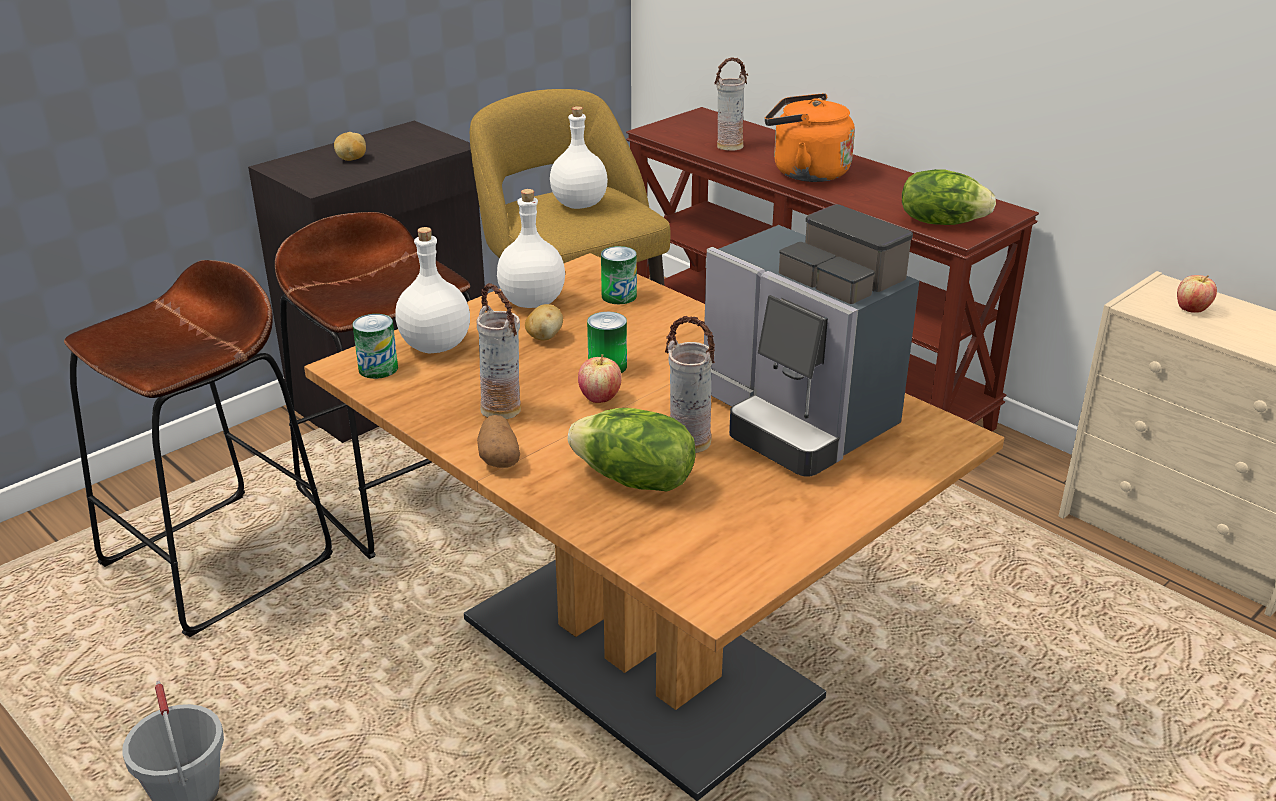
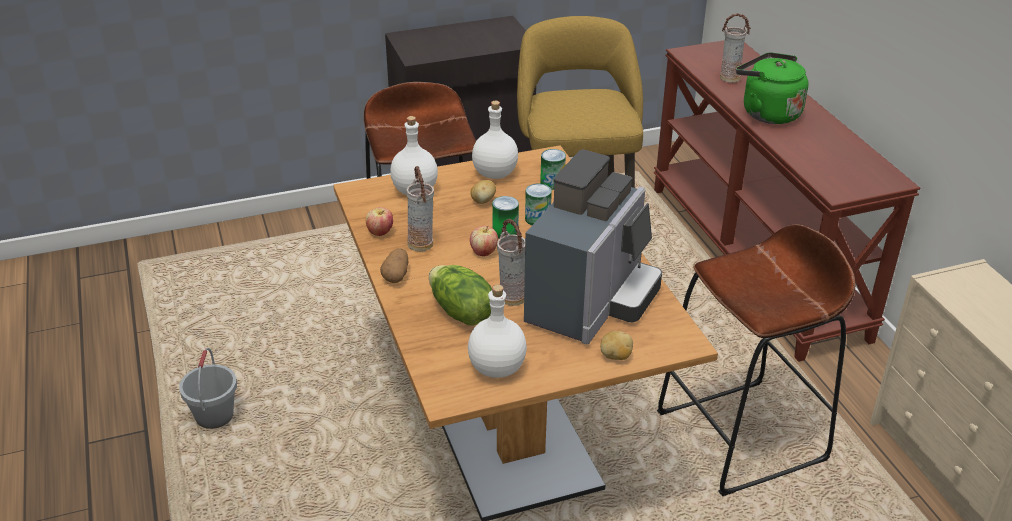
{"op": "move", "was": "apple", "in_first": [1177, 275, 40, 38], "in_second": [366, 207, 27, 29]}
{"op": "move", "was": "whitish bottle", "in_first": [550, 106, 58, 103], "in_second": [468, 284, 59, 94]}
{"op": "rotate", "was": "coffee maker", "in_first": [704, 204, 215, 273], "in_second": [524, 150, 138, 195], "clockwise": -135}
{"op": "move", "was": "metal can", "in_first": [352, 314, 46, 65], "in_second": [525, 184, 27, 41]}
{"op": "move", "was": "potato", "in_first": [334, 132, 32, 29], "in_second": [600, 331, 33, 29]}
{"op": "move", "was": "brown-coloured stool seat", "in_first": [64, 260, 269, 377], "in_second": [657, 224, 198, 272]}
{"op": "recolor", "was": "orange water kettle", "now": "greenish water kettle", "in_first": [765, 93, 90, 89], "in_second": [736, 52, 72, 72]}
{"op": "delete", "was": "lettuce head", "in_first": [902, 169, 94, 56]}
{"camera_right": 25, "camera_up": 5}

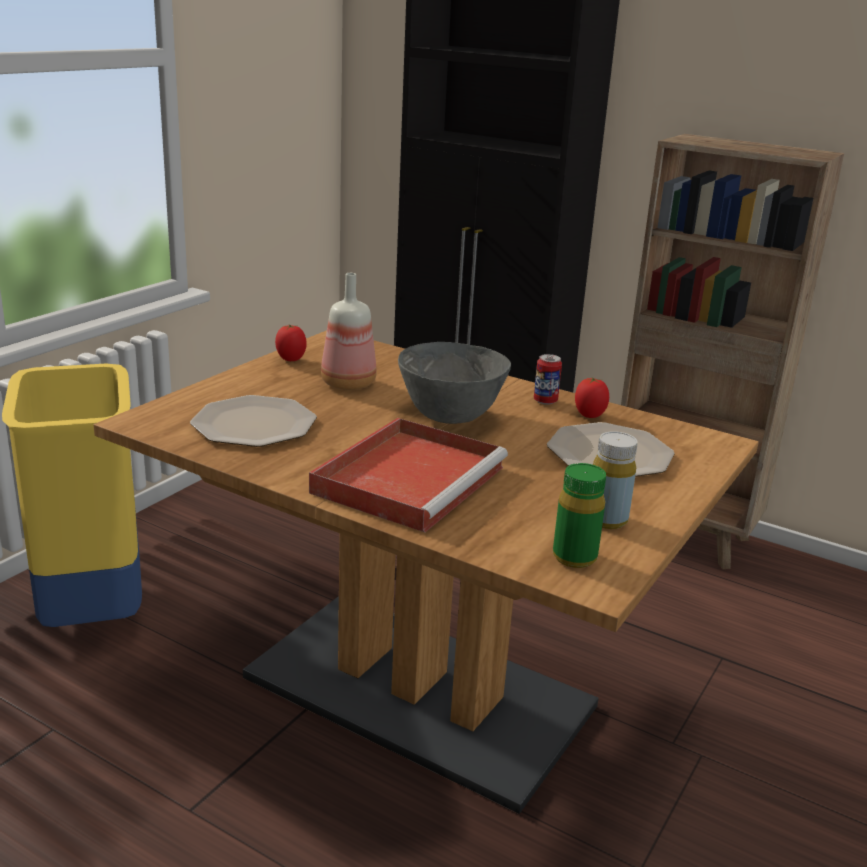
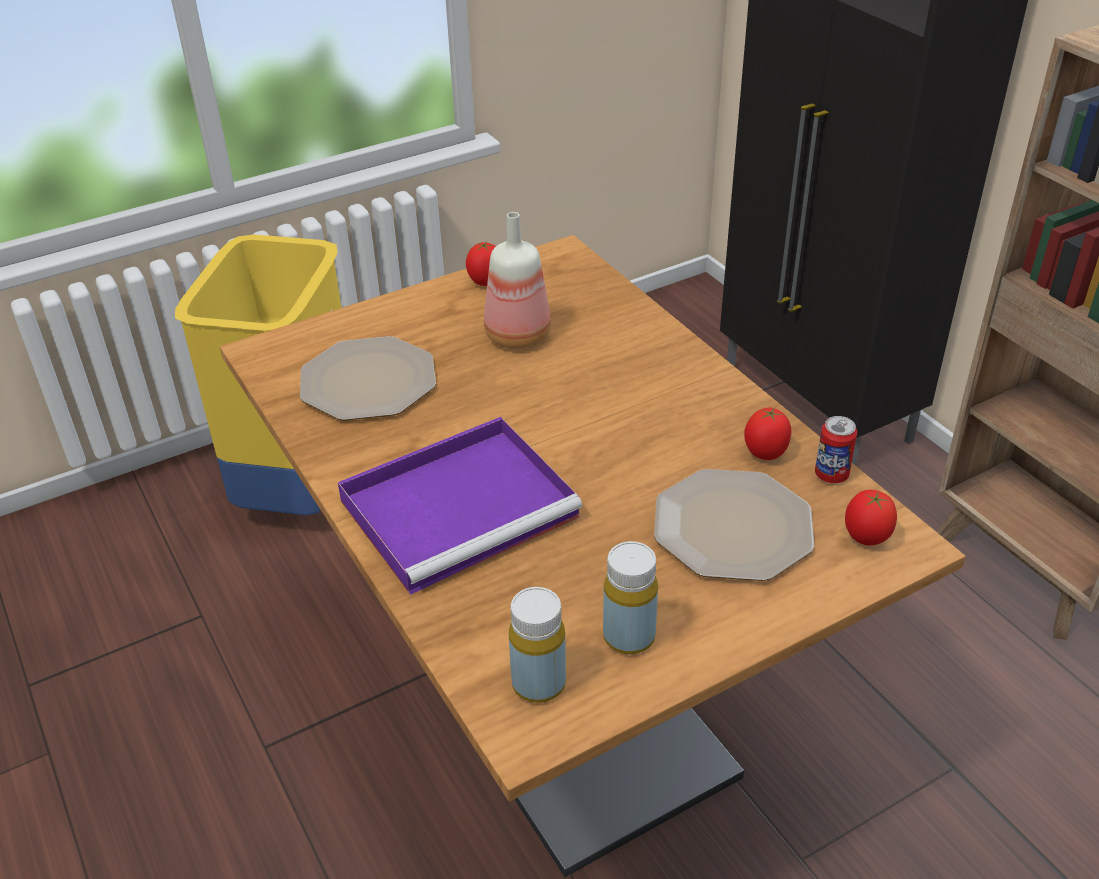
{"op": "recolor", "was": "red-coloured serving tray", "now": "purplish serving tray", "in_first": [309, 418, 199, 114], "in_second": [338, 417, 245, 178]}
{"op": "recolor", "was": "greenish bottle", "now": "yellowish bottle", "in_first": [553, 463, 53, 105], "in_second": [509, 587, 57, 116]}
{"op": "move", "was": "metal can", "in_first": [534, 354, 28, 51], "in_second": [815, 416, 42, 67]}
{"op": "insert", "now": "tomato", "in_second": [845, 490, 52, 56]}
{"op": "delete", "was": "gray deep dish", "in_first": [398, 342, 113, 82]}
{"camera_right": 30, "camera_up": 15}

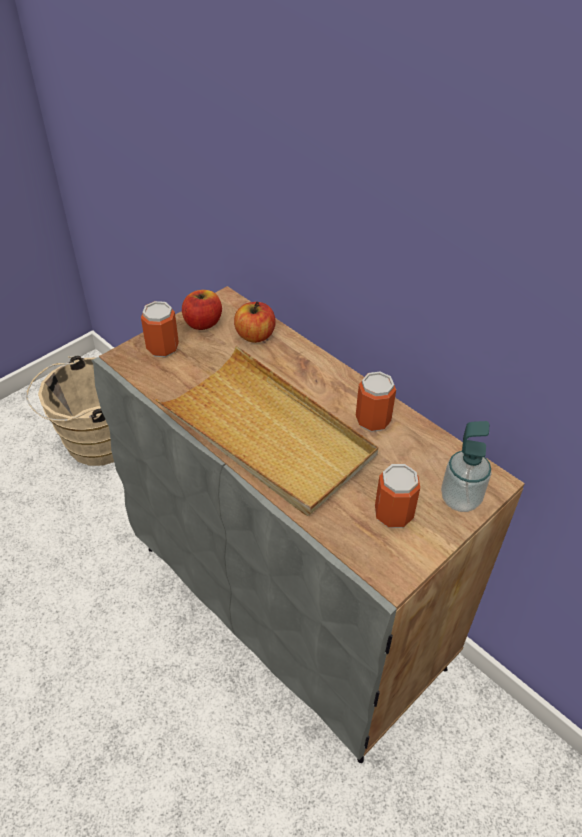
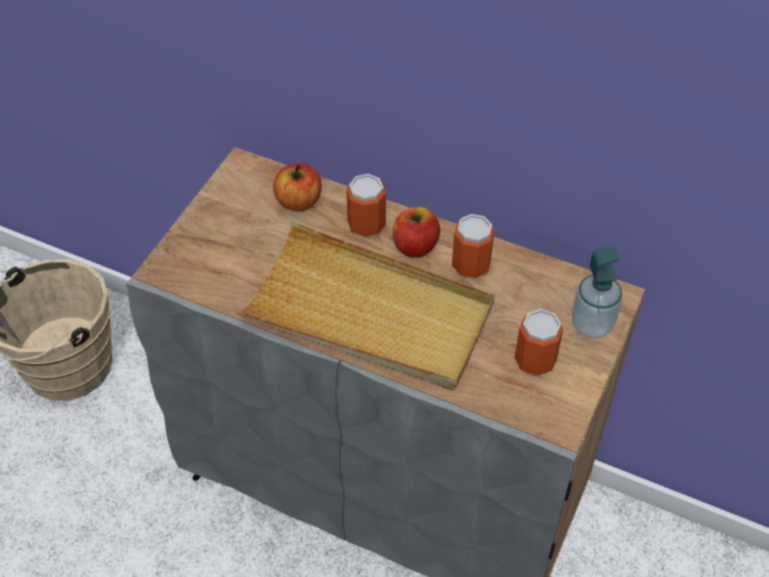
{"op": "move", "was": "metal can", "in_first": [141, 301, 38, 56], "in_second": [346, 174, 40, 64]}
{"op": "move", "was": "apple", "in_first": [182, 290, 40, 40], "in_second": [393, 207, 47, 51]}
{"camera_right": -20, "camera_up": 5}

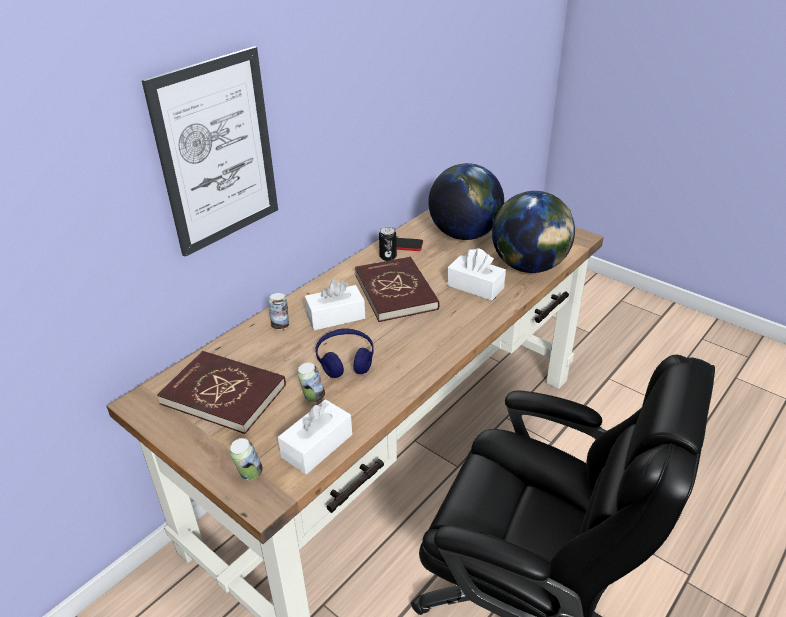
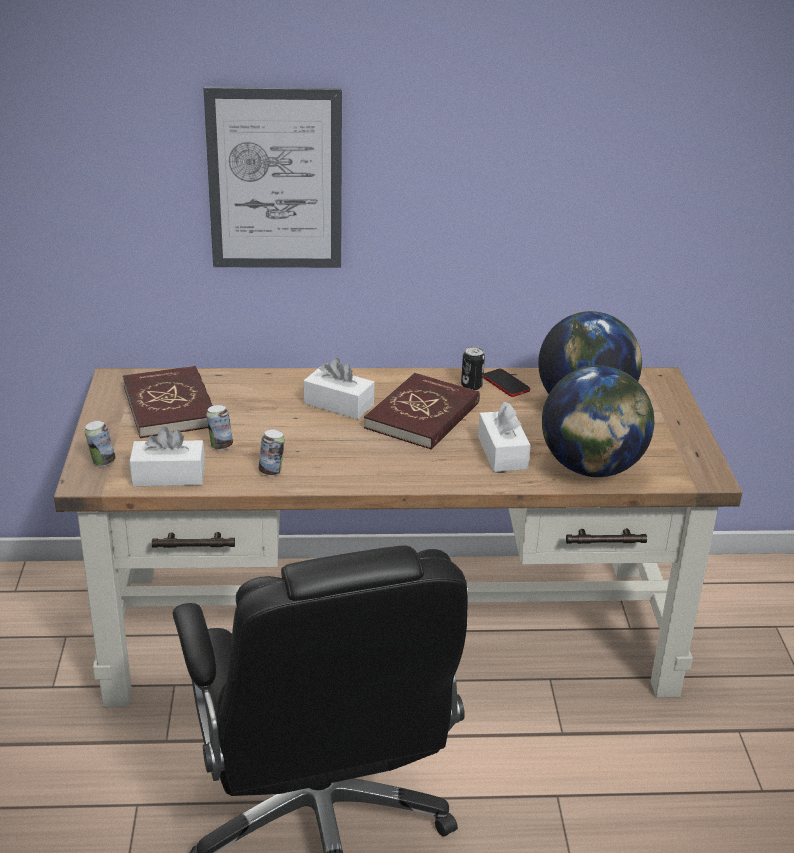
{"op": "move", "was": "metal can", "in_first": [268, 293, 21, 37], "in_second": [258, 429, 27, 47]}
{"op": "delete", "was": "bluish headset", "in_first": [315, 328, 59, 50]}
{"camera_right": 45, "camera_up": -5}

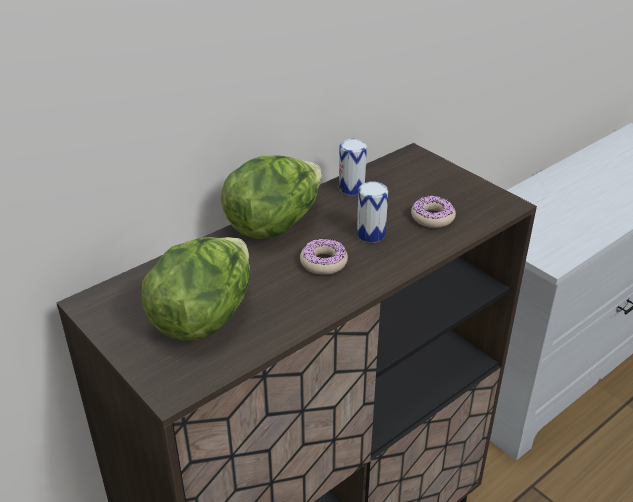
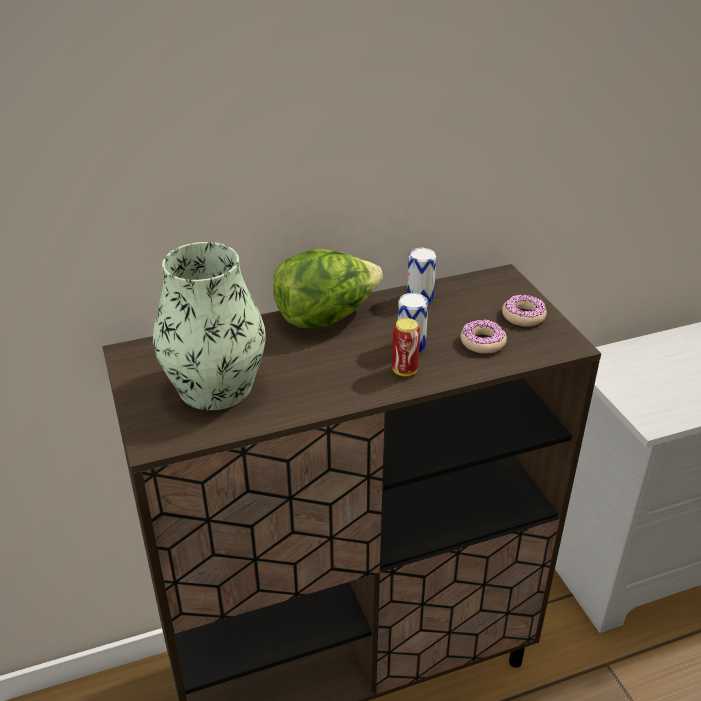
{"op": "replace", "was": "lettuce head", "now": "flower vase", "in_first": [142, 237, 108, 104], "in_second": [153, 242, 113, 168]}
{"op": "insert", "now": "metal can", "in_second": [392, 318, 28, 58]}
{"op": "move", "was": "doughnut", "in_first": [300, 238, 48, 37], "in_second": [502, 294, 45, 32]}
{"camera_right": 20, "camera_up": 0}

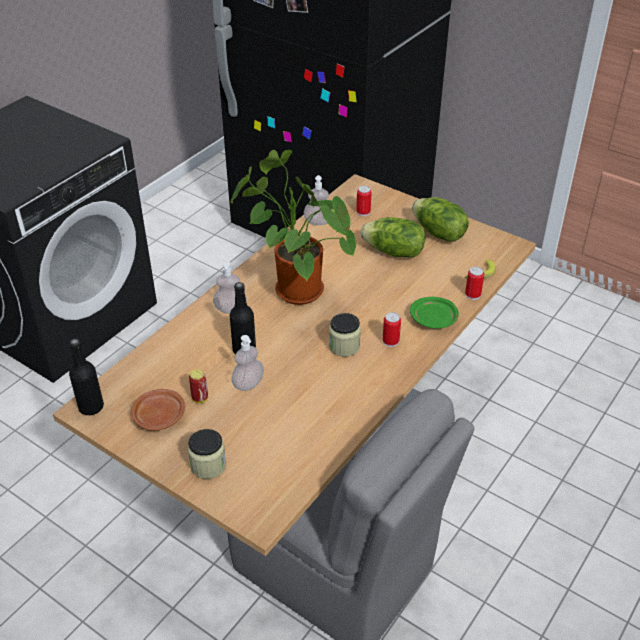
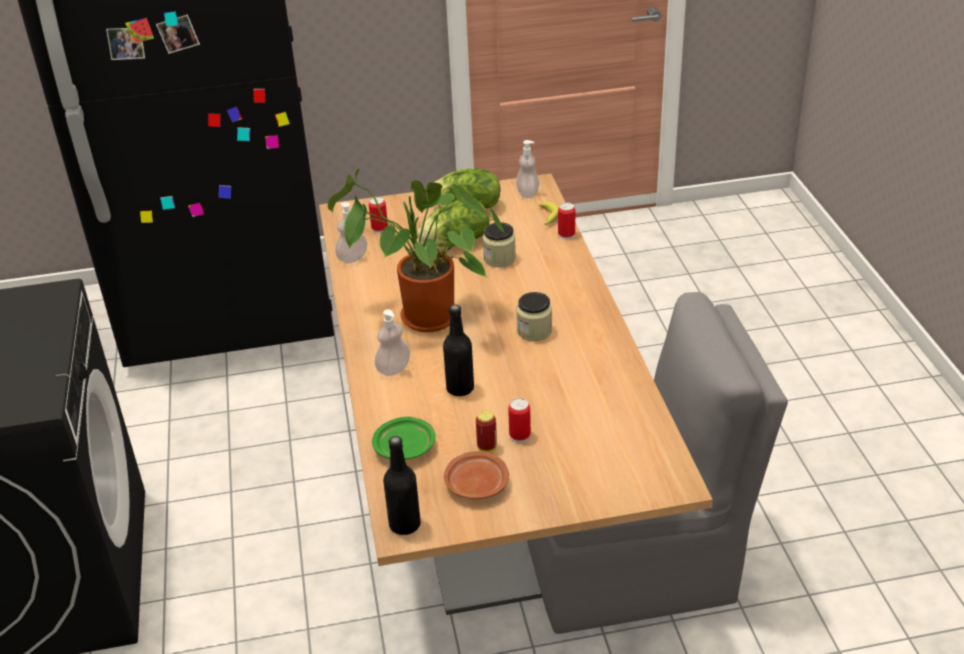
{"op": "move", "was": "greenish dinner plate", "in_first": [410, 297, 49, 31], "in_second": [372, 417, 64, 43]}
{"op": "move", "was": "preserve jar", "in_first": [188, 429, 38, 50], "in_second": [483, 222, 33, 45]}
{"op": "move", "was": "metal can", "in_first": [383, 312, 18, 35], "in_second": [508, 398, 23, 45]}
{"op": "move", "was": "soap dispenser", "in_first": [231, 335, 33, 56], "in_second": [516, 140, 23, 58]}
{"camera_right": -45, "camera_up": -5}

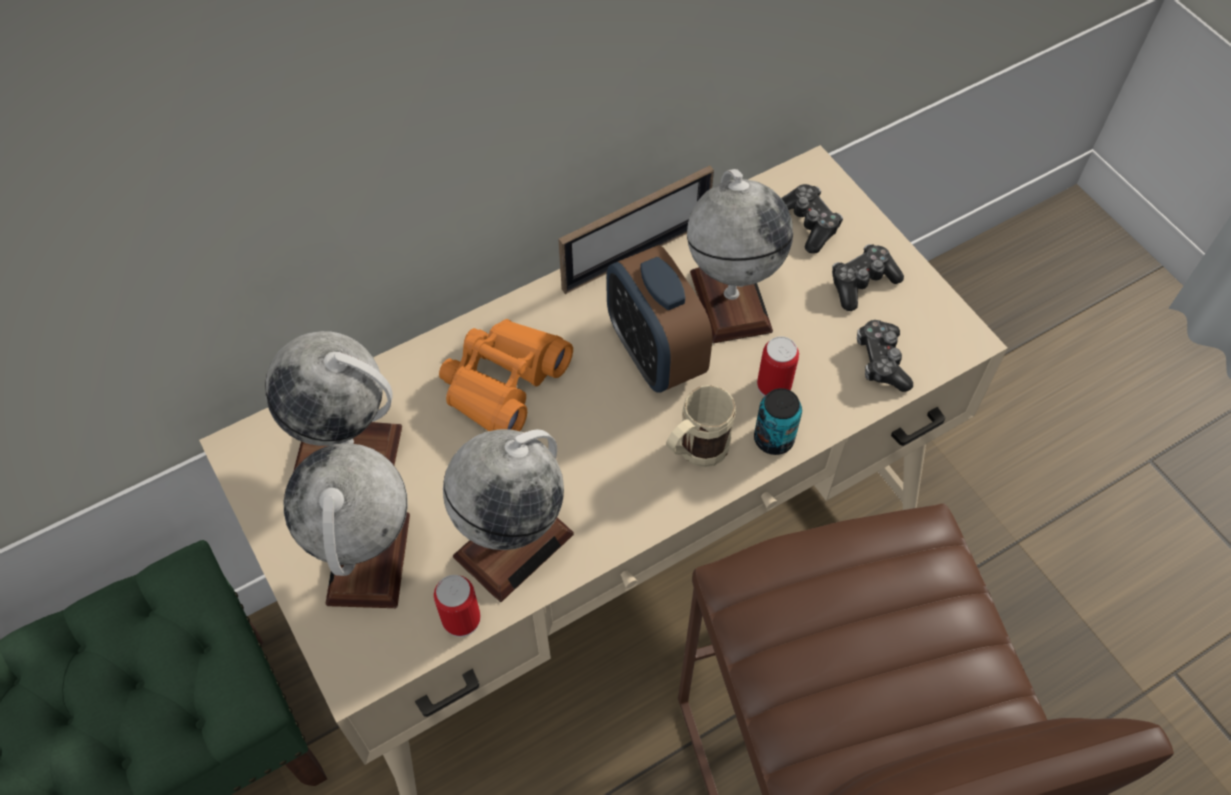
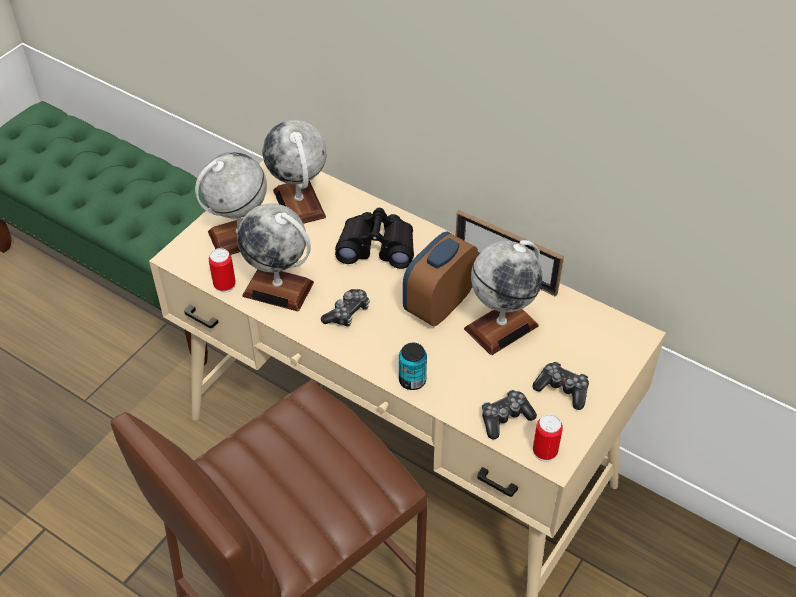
{"op": "move", "was": "joypad", "in_first": [781, 184, 62, 70], "in_second": [321, 289, 49, 38]}
{"op": "recolor", "was": "orange pair of binoculars", "now": "blackish pair of binoculars", "in_first": [439, 319, 134, 112], "in_second": [335, 208, 79, 61]}
{"op": "move", "was": "metal can", "in_first": [757, 336, 42, 61], "in_second": [533, 414, 30, 48]}
{"op": "delete", "was": "sand-coloured coffee mug", "in_first": [666, 385, 70, 82]}
{"camera_right": 65, "camera_up": -10}

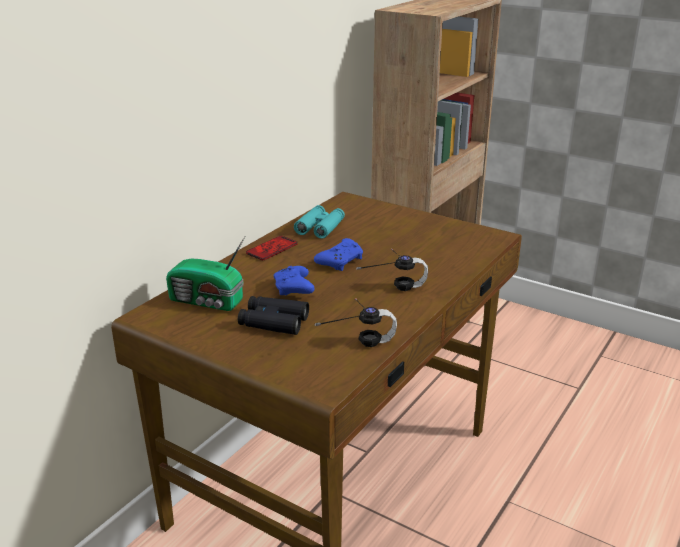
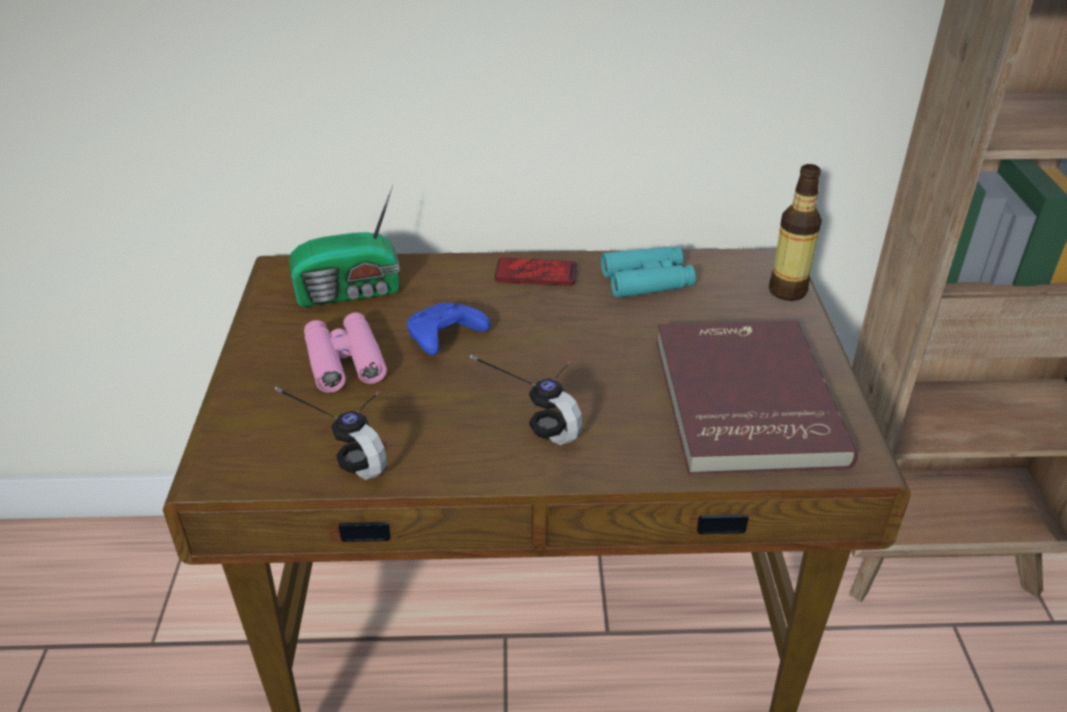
{"op": "rotate", "was": "radio receiver", "in_first": [166, 236, 79, 75], "in_second": [289, 184, 111, 123], "clockwise": -90}
{"op": "recolor", "was": "blackish pair of binoculars", "now": "pinkish pair of binoculars", "in_first": [238, 296, 71, 39], "in_second": [304, 312, 83, 81]}
{"op": "insert", "now": "red-coloured book", "in_second": [656, 320, 202, 155]}
{"op": "insert", "now": "bottle", "in_second": [769, 164, 53, 137]}
{"op": "delete", "was": "bluish joypad", "in_first": [314, 238, 49, 33]}
{"camera_right": 55, "camera_up": 10}

